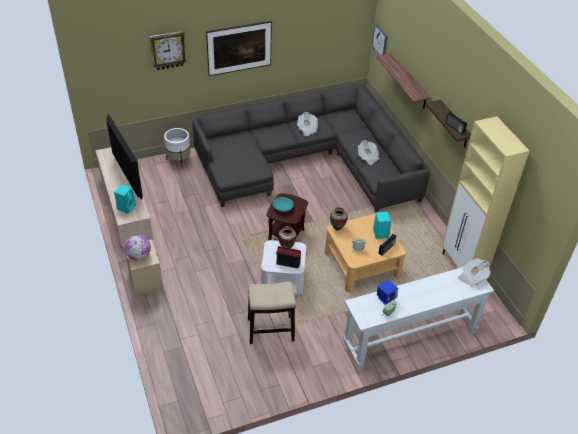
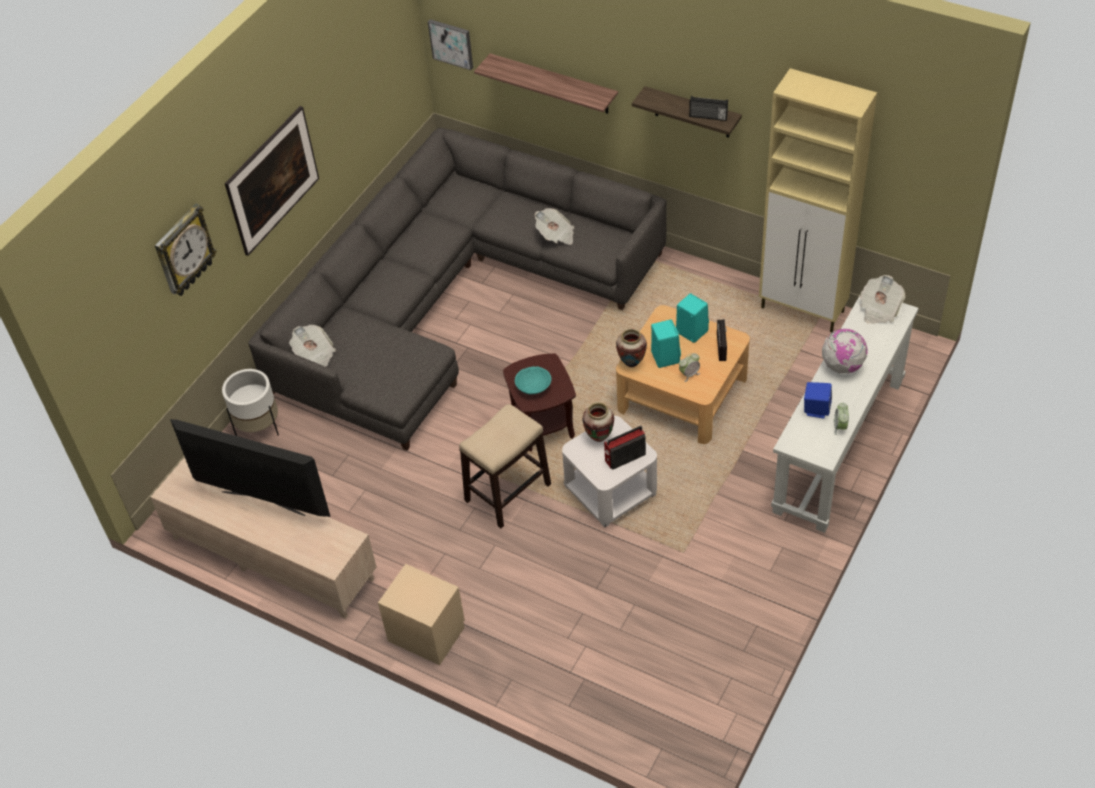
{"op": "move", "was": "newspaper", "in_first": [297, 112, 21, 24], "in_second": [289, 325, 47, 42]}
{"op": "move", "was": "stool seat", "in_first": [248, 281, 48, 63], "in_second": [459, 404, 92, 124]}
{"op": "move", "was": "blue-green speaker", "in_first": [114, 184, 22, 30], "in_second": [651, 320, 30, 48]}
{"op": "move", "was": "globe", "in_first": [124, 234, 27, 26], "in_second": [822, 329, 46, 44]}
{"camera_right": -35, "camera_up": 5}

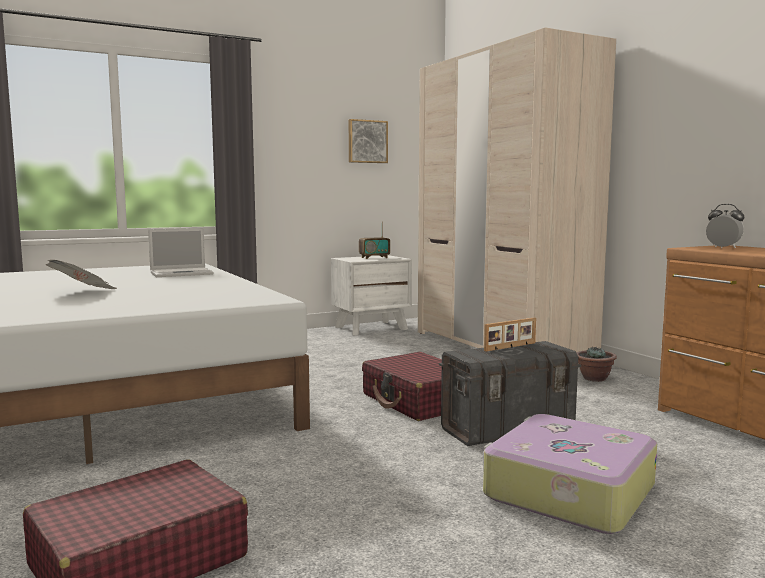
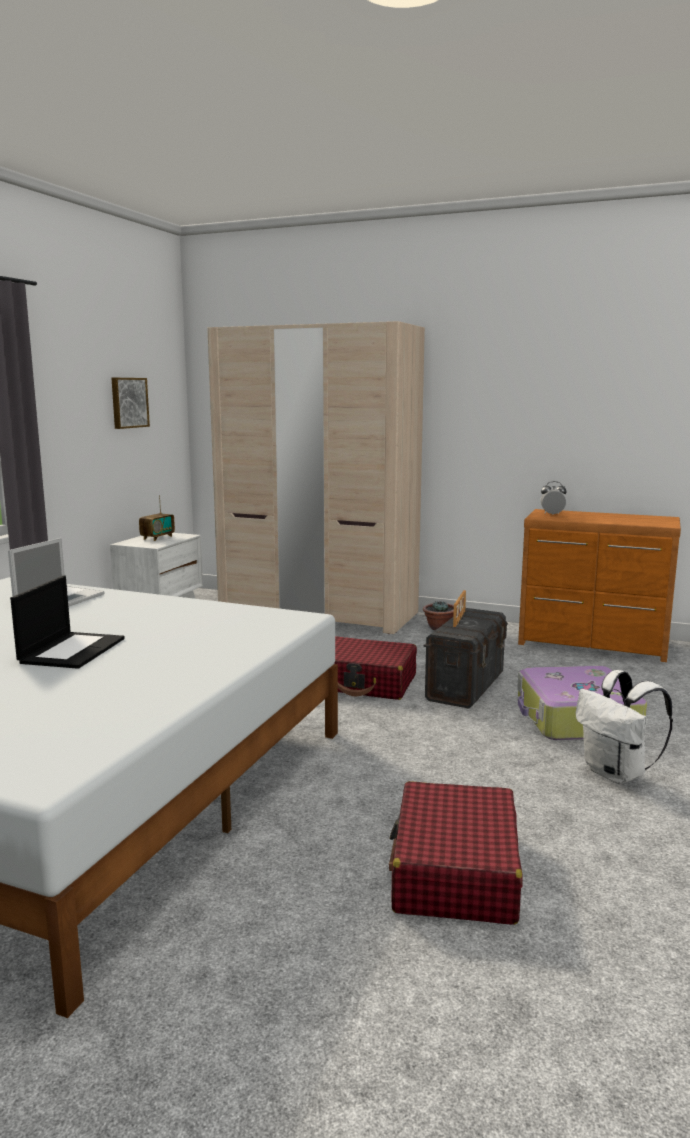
{"op": "replace", "was": "newspaper", "now": "notebook computer", "in_first": [46, 260, 71, 29], "in_second": [10, 575, 115, 94]}
{"op": "insert", "now": "whitish backpack", "in_second": [576, 670, 97, 114]}
{"camera_right": -40, "camera_up": 5}

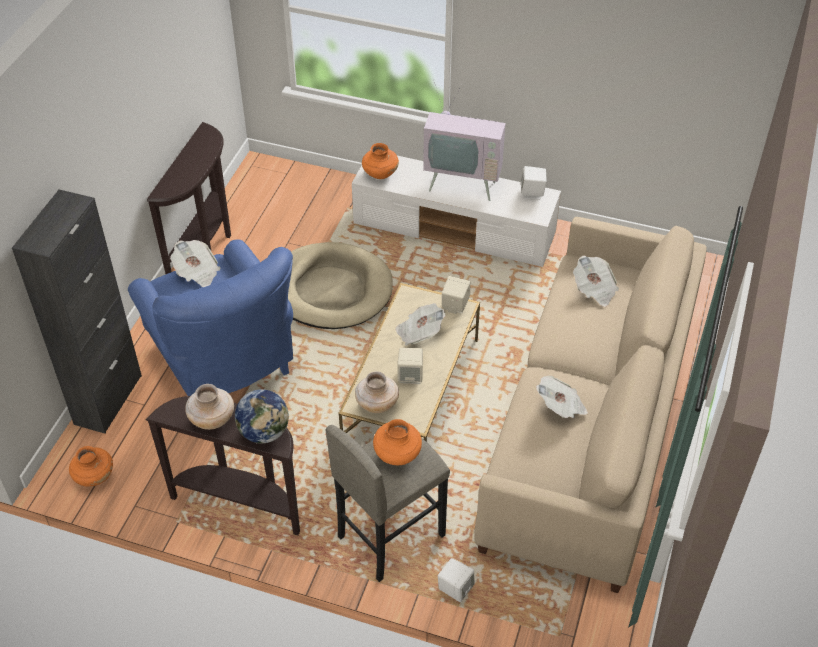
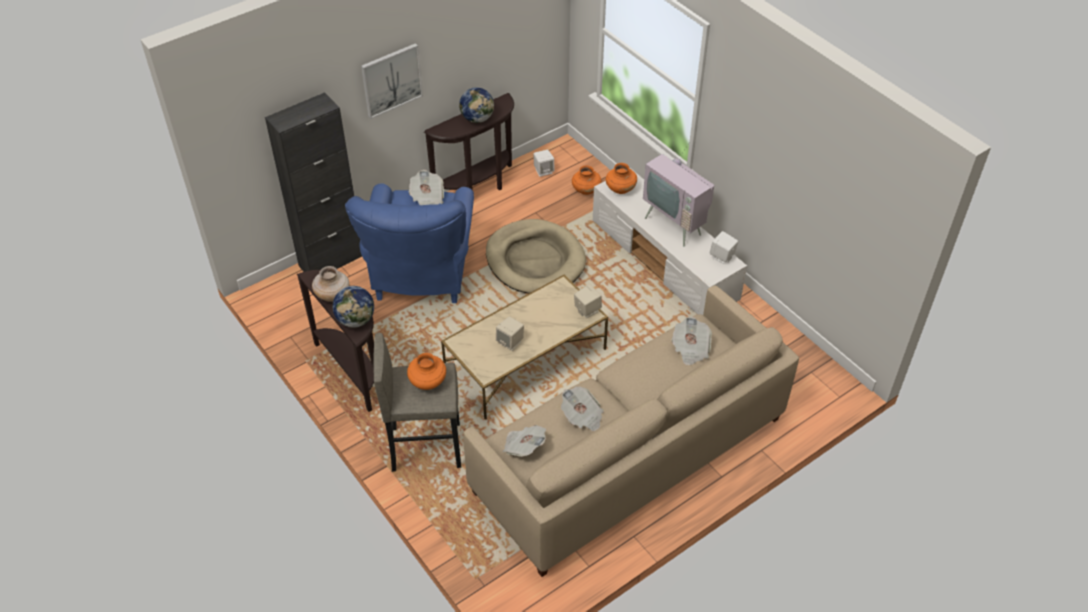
{"op": "insert", "now": "picture", "in_second": [361, 43, 62, 76]}
{"op": "insert", "now": "globe", "in_second": [459, 87, 35, 36]}
{"op": "move", "was": "newspaper", "in_first": [395, 303, 50, 43], "in_second": [503, 425, 43, 32]}
{"op": "move", "was": "whitish speaker", "in_first": [438, 558, 37, 44], "in_second": [533, 150, 22, 27]}
{"op": "move", "was": "orange flower vase", "in_first": [69, 446, 44, 40], "in_second": [572, 165, 29, 30]}
{"op": "delete", "was": "sand-coloured flower vase", "in_first": [355, 371, 44, 42]}
{"camera_right": 35, "camera_up": 0}

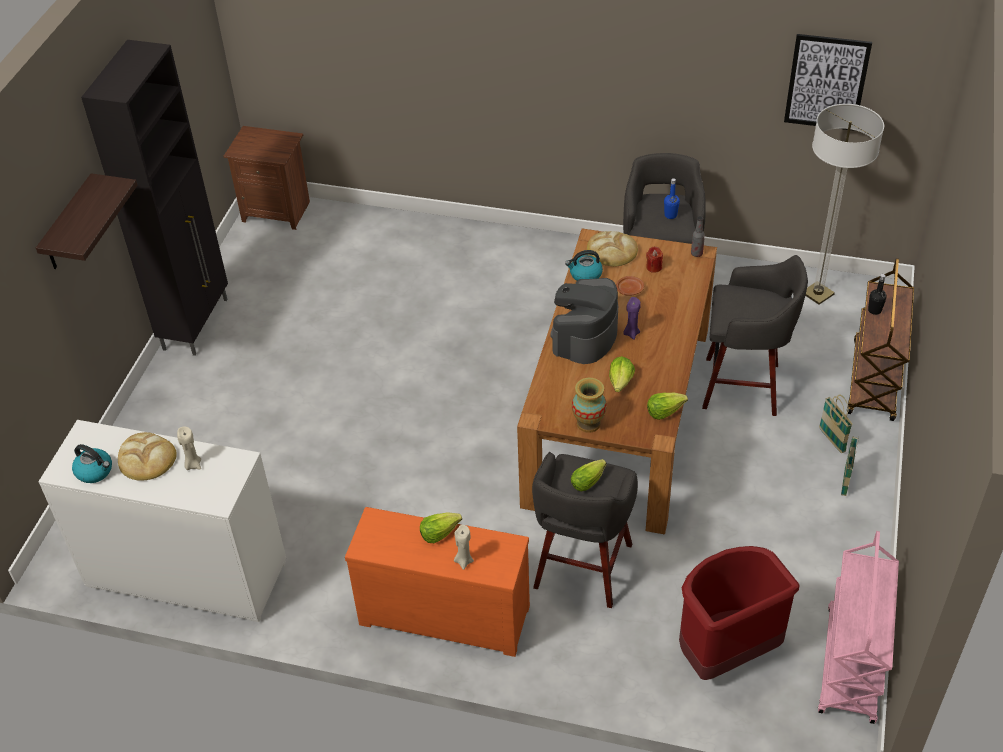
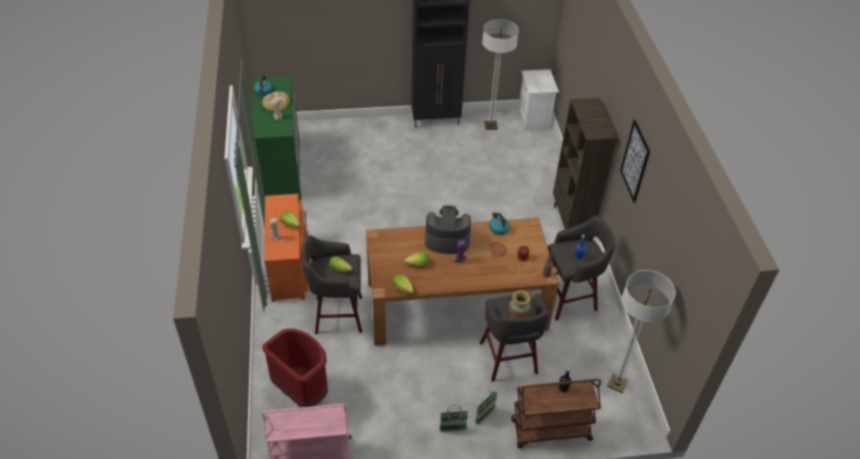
{"op": "recolor", "was": "whitish drawer chest", "now": "greenish drawer chest", "in_first": [39, 420, 247, 202], "in_second": [252, 76, 49, 125]}
{"op": "insert", "now": "standard lamp", "in_second": [482, 19, 37, 111]}
{"op": "move", "was": "flower vase", "in_first": [572, 378, 35, 55], "in_second": [509, 290, 22, 28]}
{"op": "recolor", "was": "brown-coloured nightstand", "now": "whitish nightstand", "in_first": [224, 126, 86, 104], "in_second": [518, 69, 41, 62]}
{"op": "insert", "now": "brown-coloured bookcase", "in_second": [553, 98, 64, 131]}
{"op": "move", "was": "picture", "in_first": [784, 34, 88, 97], "in_second": [620, 120, 30, 83]}
{"op": "delete", "was": "wall shelf", "in_first": [36, 173, 102, 96]}
{"op": "delete", "was": "bread", "in_first": [587, 231, 51, 36]}
{"camera_right": 65, "camera_up": 0}

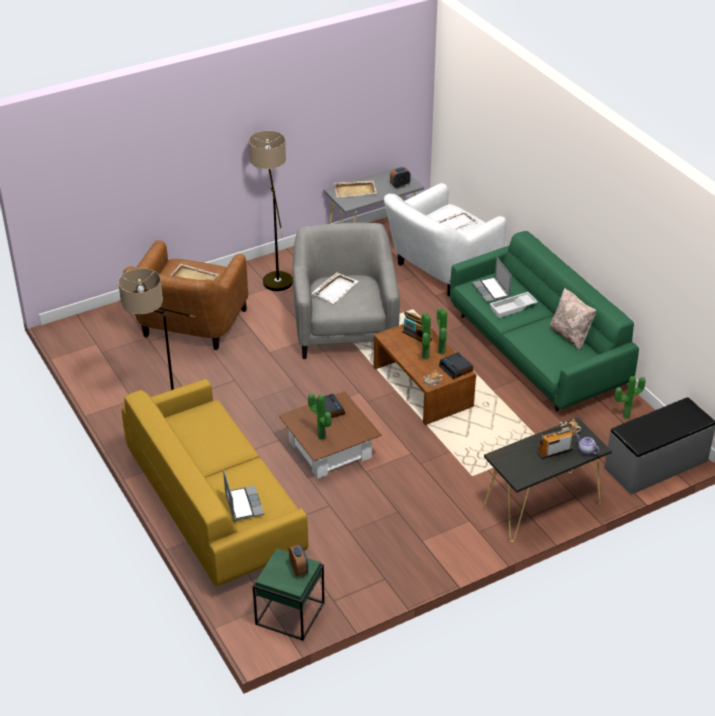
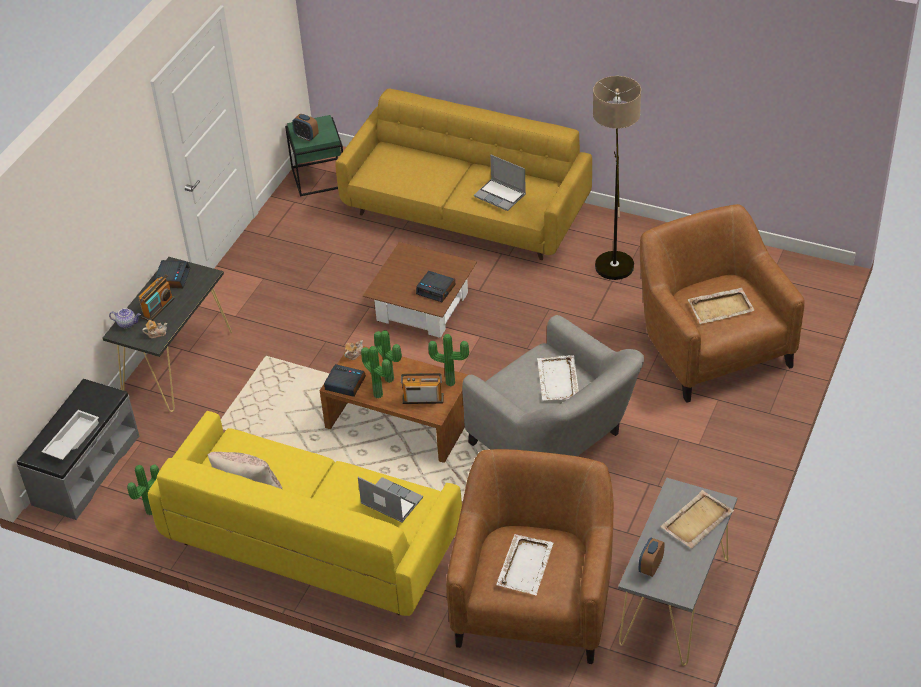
{"op": "move", "was": "whitish serving tray", "in_first": [490, 292, 48, 26], "in_second": [41, 410, 58, 50]}
{"op": "recolor", "was": "greenish settee", "now": "yellowish settee", "in_first": [450, 231, 189, 180], "in_second": [148, 411, 314, 205]}
{"op": "insert", "now": "table clock", "in_second": [154, 260, 36, 28]}
{"op": "move", "was": "plant in a pot", "in_first": [308, 393, 24, 47], "in_second": [428, 334, 41, 52]}
{"op": "recolor", "was": "whitish easy chair", "now": "brown-coloured easy chair", "in_first": [384, 183, 122, 113], "in_second": [446, 449, 168, 215]}
{"op": "move", "was": "notebook computer", "in_first": [223, 470, 41, 51], "in_second": [474, 155, 52, 56]}
{"op": "delete", "was": "standard lamp", "in_first": [249, 131, 44, 160]}
{"camera_right": 145, "camera_up": 5}

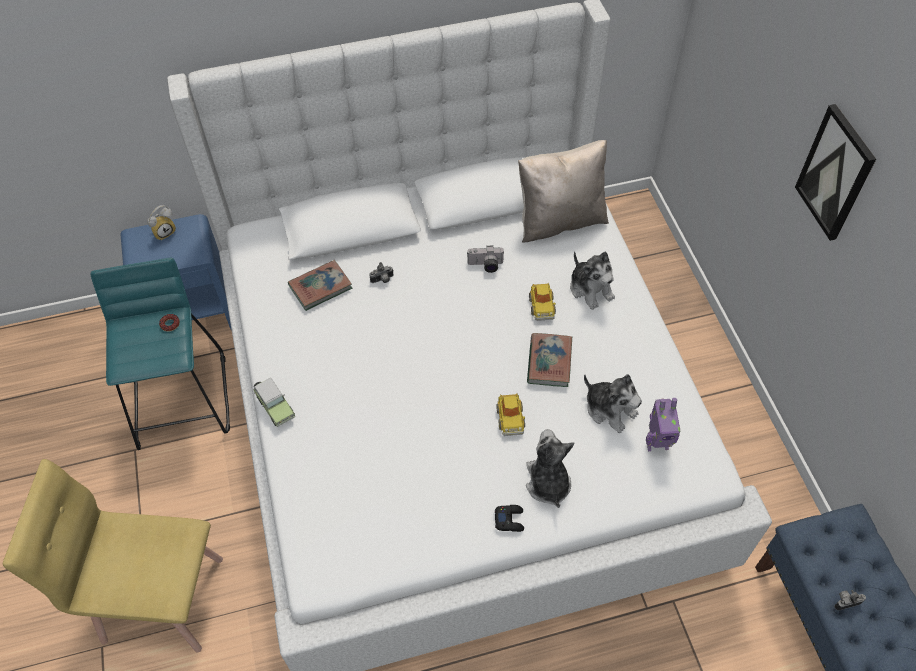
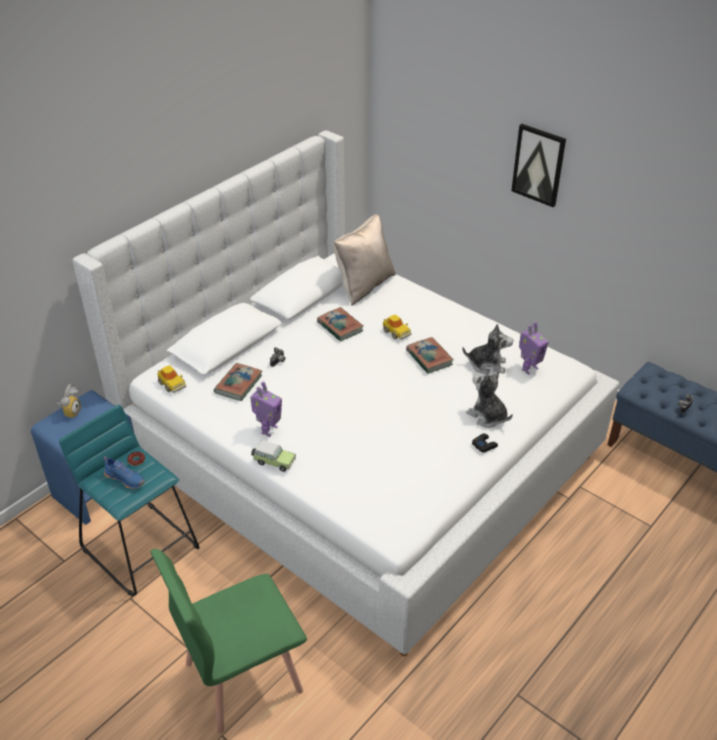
{"op": "insert", "now": "bluish item of footwear", "in_second": [103, 456, 42, 33]}
{"op": "recolor", "was": "yellowish upright chair", "now": "greenish upright chair", "in_first": [3, 459, 220, 194], "in_second": [150, 549, 157, 185]}
{"op": "move", "was": "toy car", "in_first": [496, 393, 29, 43], "in_second": [157, 365, 29, 28]}
{"op": "insert", "now": "robot figure", "in_second": [250, 382, 32, 55]}
{"op": "replace", "was": "still camera", "now": "book", "in_first": [467, 246, 37, 27], "in_second": [317, 307, 46, 35]}
{"op": "delete", "was": "cuddly toy", "in_first": [570, 251, 45, 59]}
{"camera_right": -35, "camera_up": -15}

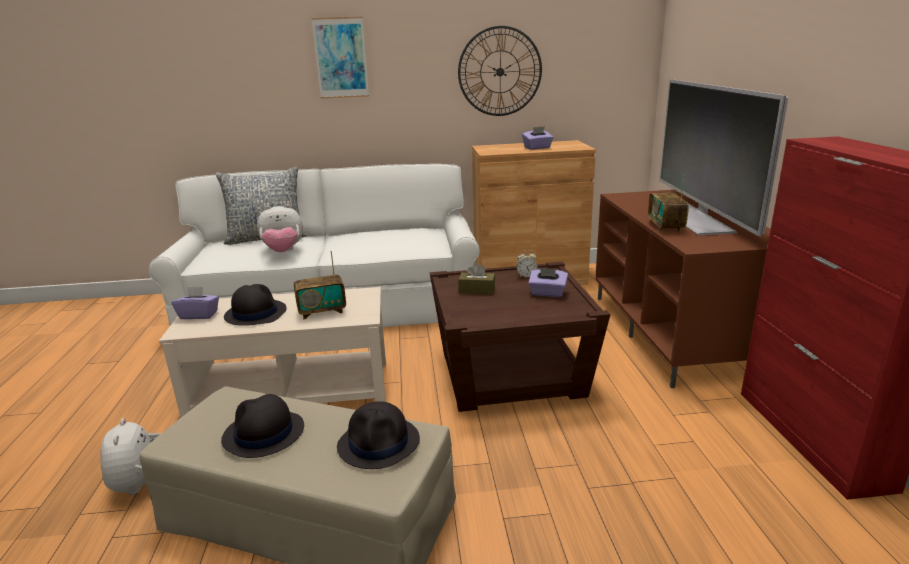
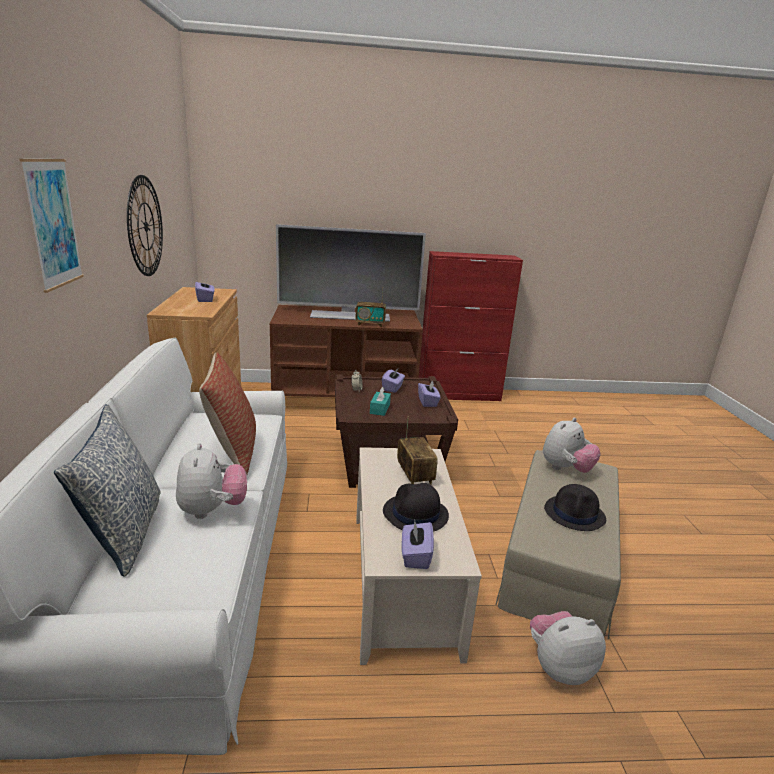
{"op": "insert", "now": "pillow", "in_second": [199, 352, 57, 122]}
{"op": "recolor", "was": "brown-coloured tissue box", "now": "blue-green tissue box", "in_first": [458, 263, 37, 31], "in_second": [370, 387, 21, 29]}
{"op": "insert", "now": "purplish tissue box", "in_second": [418, 381, 23, 26]}
{"op": "replace", "was": "blackish wearable hat", "now": "cuddly toy", "in_first": [337, 401, 83, 68], "in_second": [543, 418, 58, 55]}
{"camera_right": -90, "camera_up": 0}

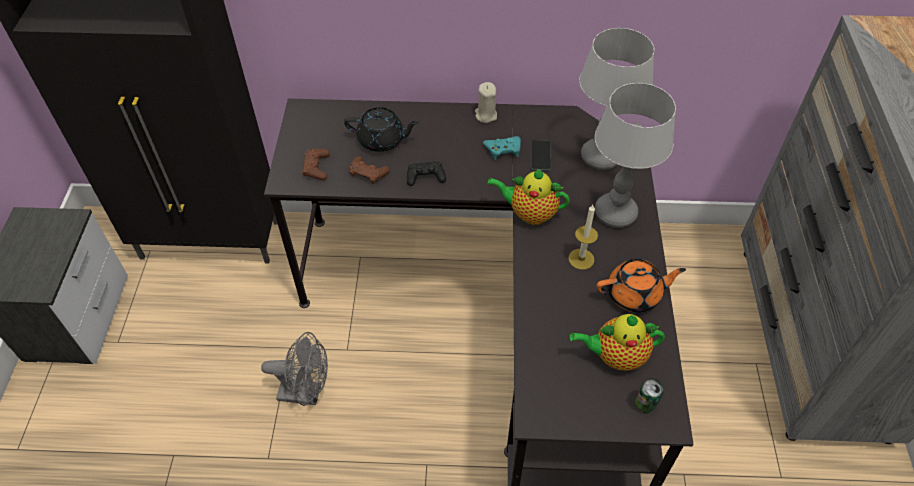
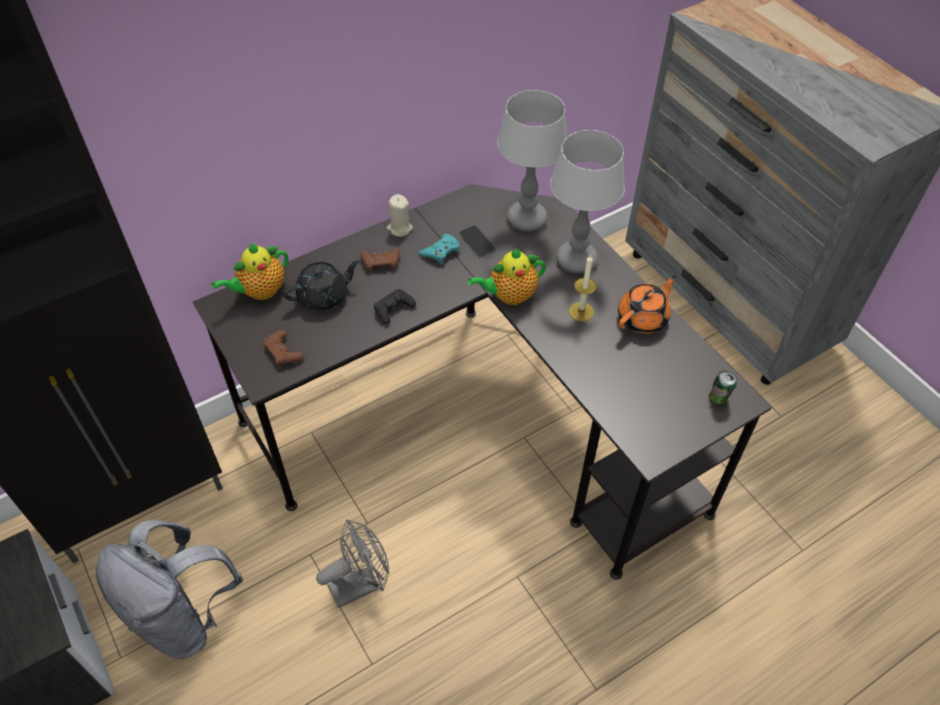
{"op": "insert", "now": "gray backpack", "in_second": [96, 520, 147, 139]}
{"op": "move", "was": "tea pot", "in_first": [570, 314, 95, 57], "in_second": [211, 244, 77, 56]}
{"op": "move", "was": "brown-coloured joypad", "in_first": [349, 157, 41, 27], "in_second": [361, 248, 39, 23]}
{"camera_right": -35, "camera_up": 0}

